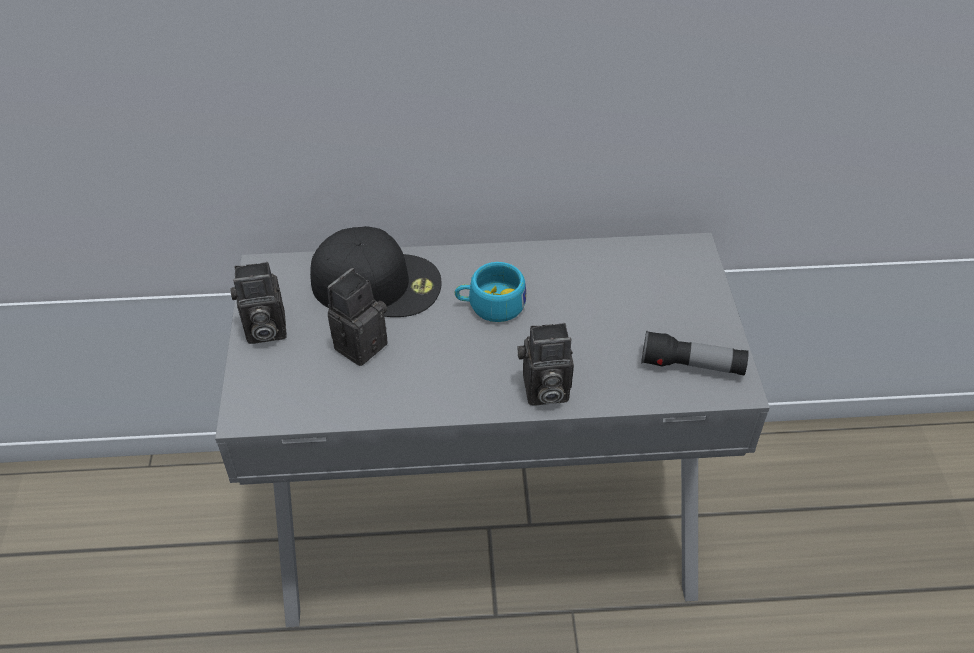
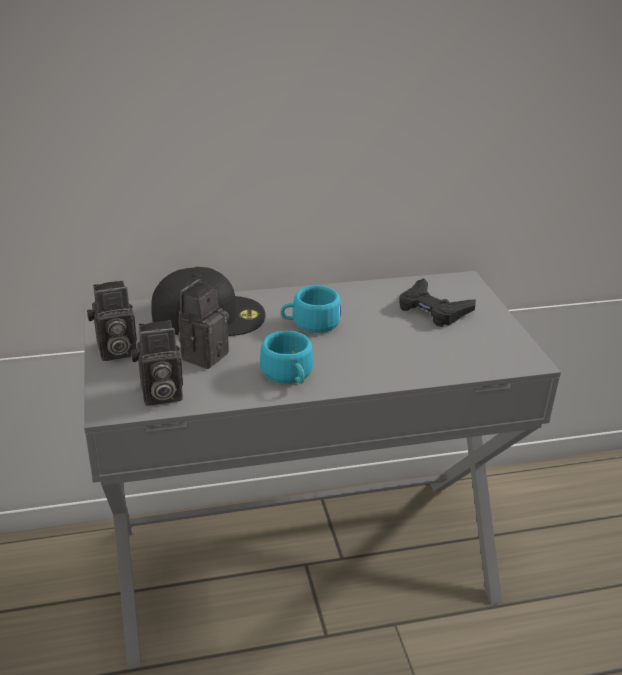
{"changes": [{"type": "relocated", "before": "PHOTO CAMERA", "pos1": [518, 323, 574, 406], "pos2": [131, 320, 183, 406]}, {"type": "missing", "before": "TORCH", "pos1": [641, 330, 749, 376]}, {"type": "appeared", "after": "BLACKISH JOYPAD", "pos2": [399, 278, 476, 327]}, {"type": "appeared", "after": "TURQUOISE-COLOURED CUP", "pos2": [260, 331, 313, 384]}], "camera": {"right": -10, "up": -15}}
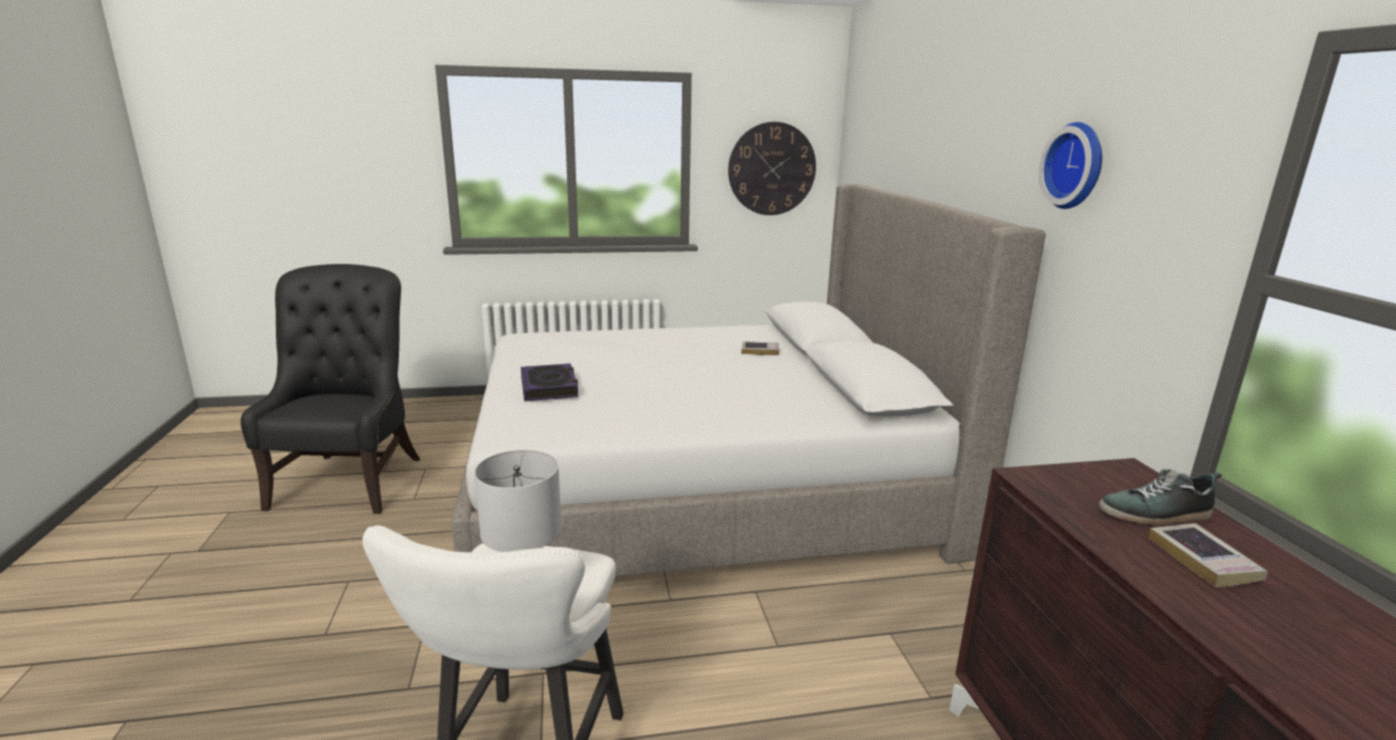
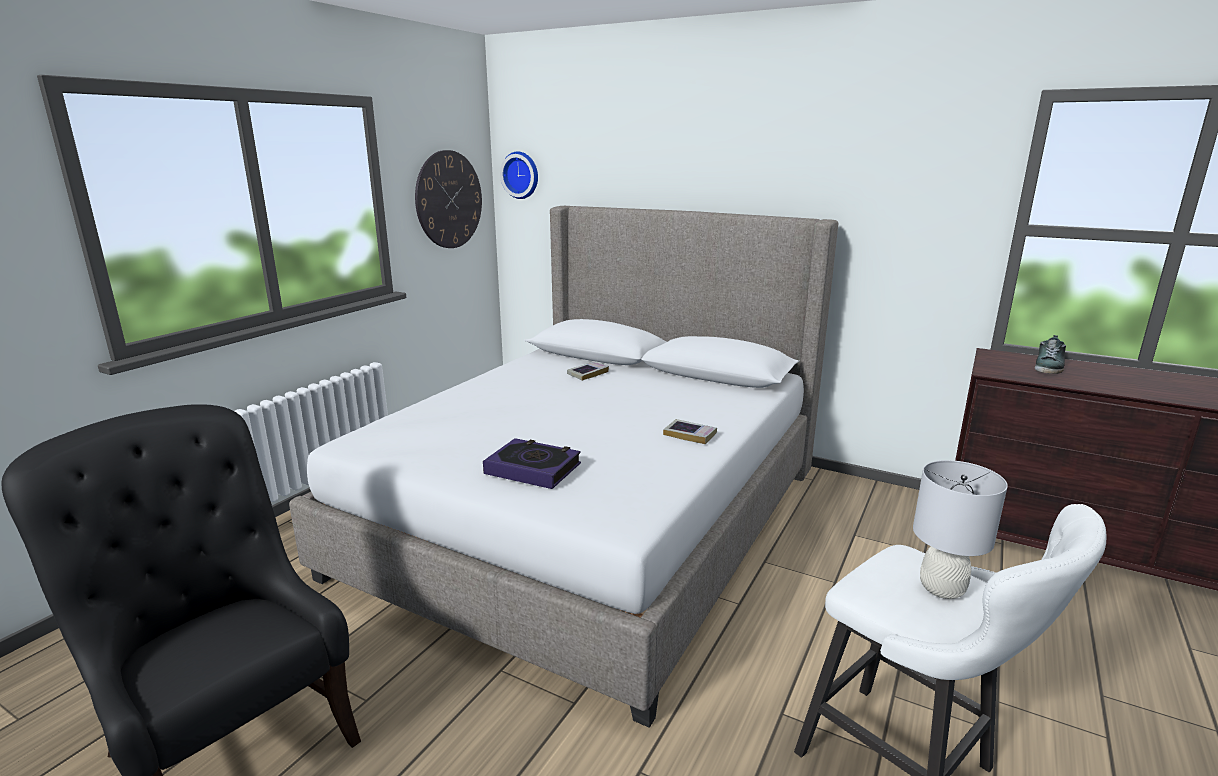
{"changes": [{"type": "relocated", "before": "HANGING CLOCK", "pos1": [1039, 122, 1102, 209], "pos2": [500, 151, 538, 199]}, {"type": "relocated", "before": "BOUND BOOK", "pos1": [1149, 523, 1268, 587], "pos2": [663, 419, 717, 444]}], "camera": {"right": -50, "up": 0}}
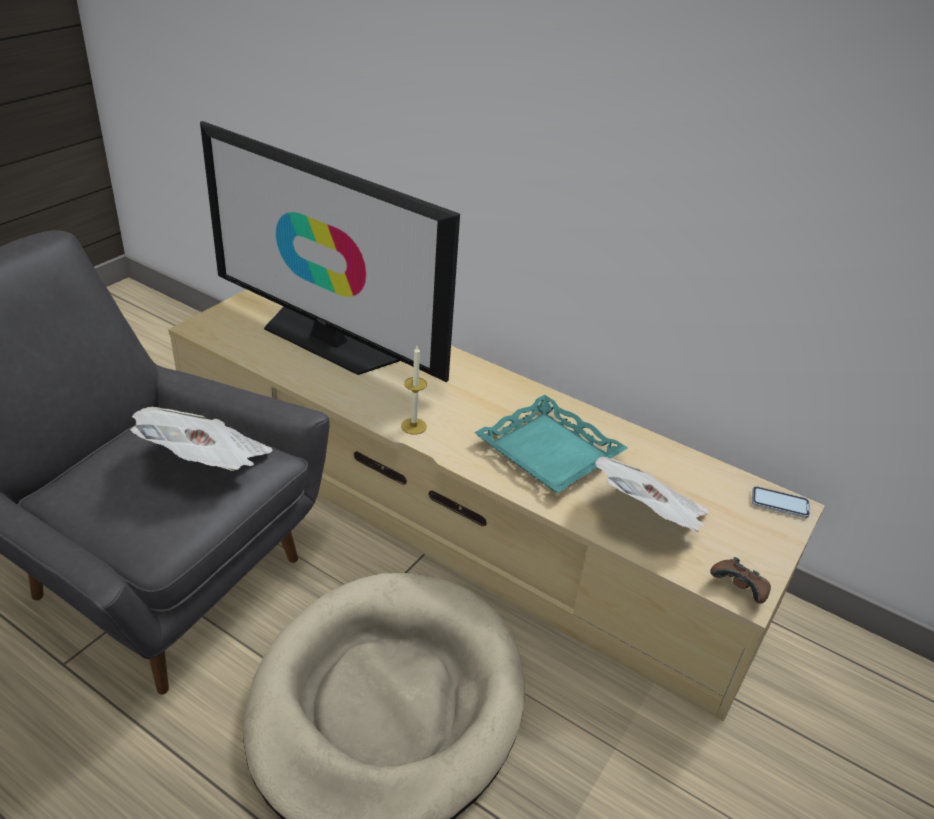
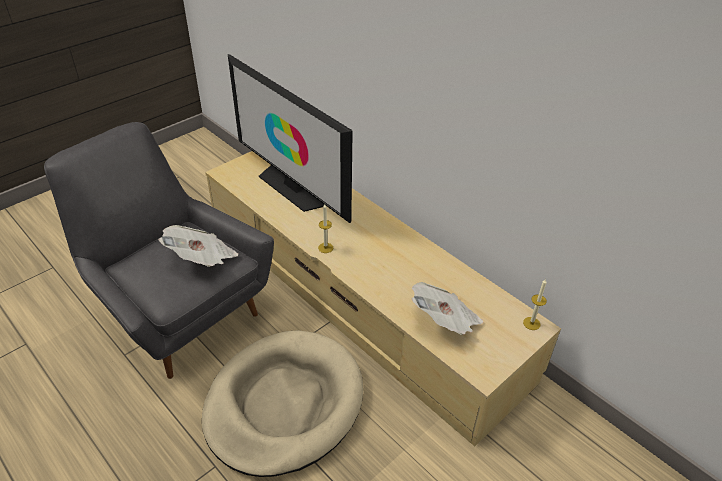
{"changes": [{"type": "missing", "before": "TURQUOISE-COLOURED TRAY", "pos1": [474, 395, 628, 493]}, {"type": "exchanged", "before": "HANDSET", "after": "WAX LIGHT", "pos1": [752, 486, 810, 518], "pos2": [523, 279, 547, 330]}, {"type": "missing", "before": "BROWNISH JOYPAD", "pos1": [710, 557, 771, 604]}], "camera": {"right": 15, "up": 5}}
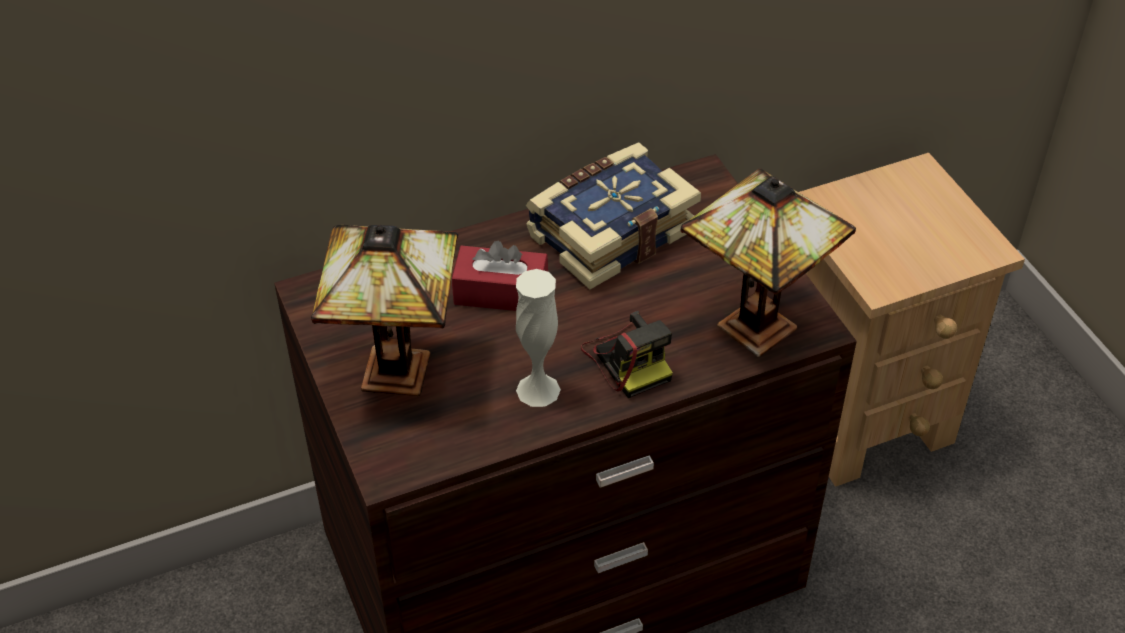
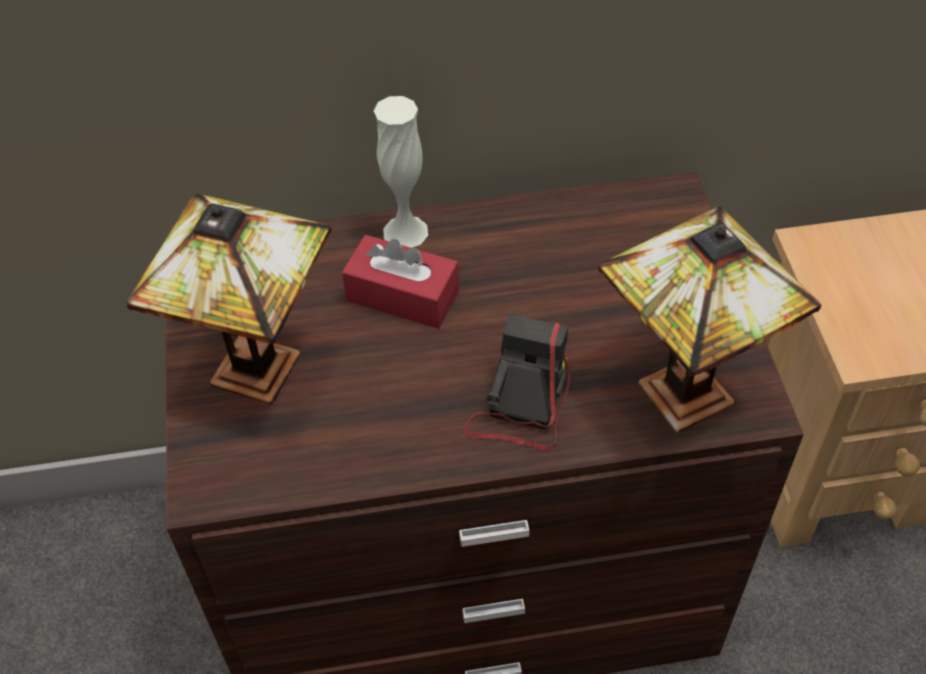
{"changes": [{"type": "missing", "before": "BOUND BOOK", "pos1": [526, 142, 701, 289]}, {"type": "relocated", "before": "WHITE-COLOURED DECORATIVE VASE", "pos1": [516, 269, 561, 407], "pos2": [374, 96, 428, 248]}, {"type": "spun", "before": "PHOTO CAMERA", "pos1": [581, 311, 673, 398], "pos2": [464, 314, 570, 451], "turn": -150}], "camera": {"right": 15, "up": 5}}
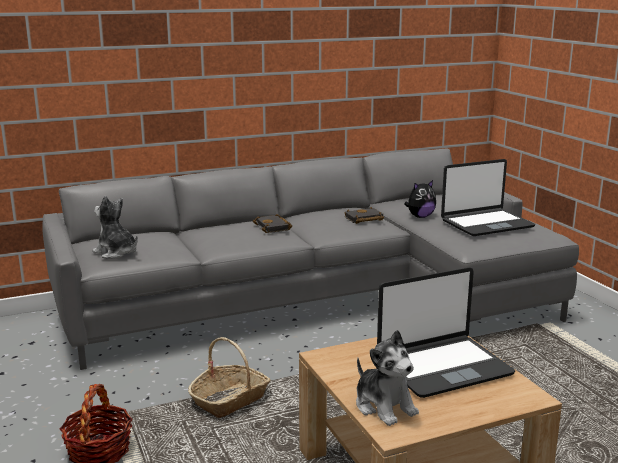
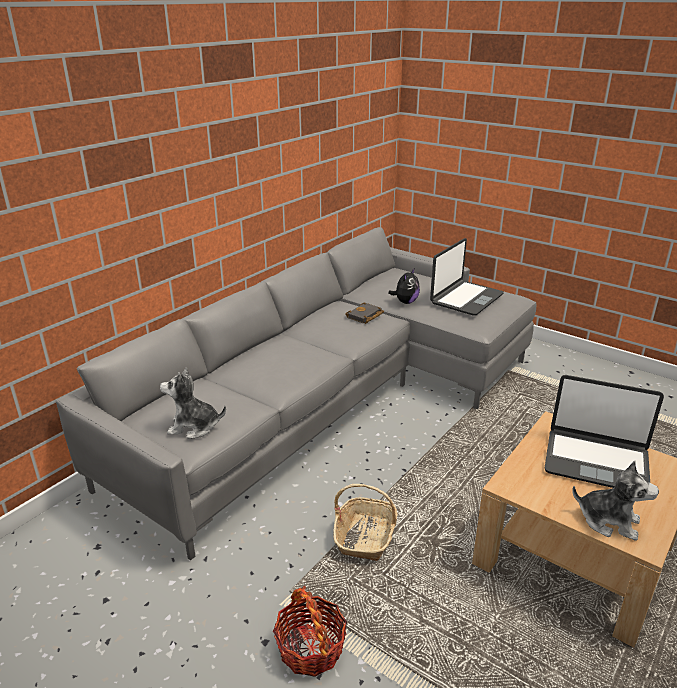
{"changes": [{"type": "missing", "before": "BLACKISH BOUND BOOK", "pos1": [253, 214, 292, 233]}, {"type": "spun", "before": "PORTABLE COMPUTER", "pos1": [377, 267, 515, 398], "pos2": [545, 375, 664, 488], "turn": 75}], "camera": {"right": -30, "up": 10}}
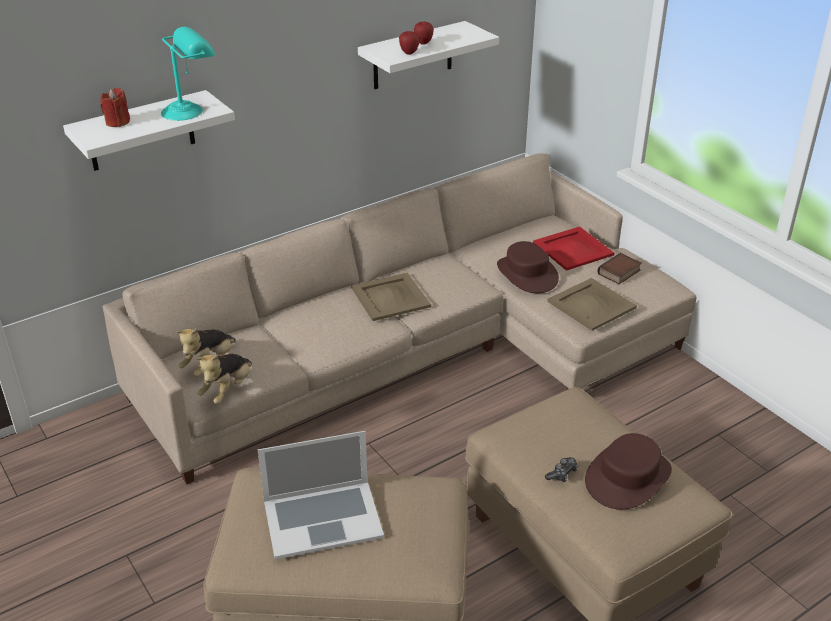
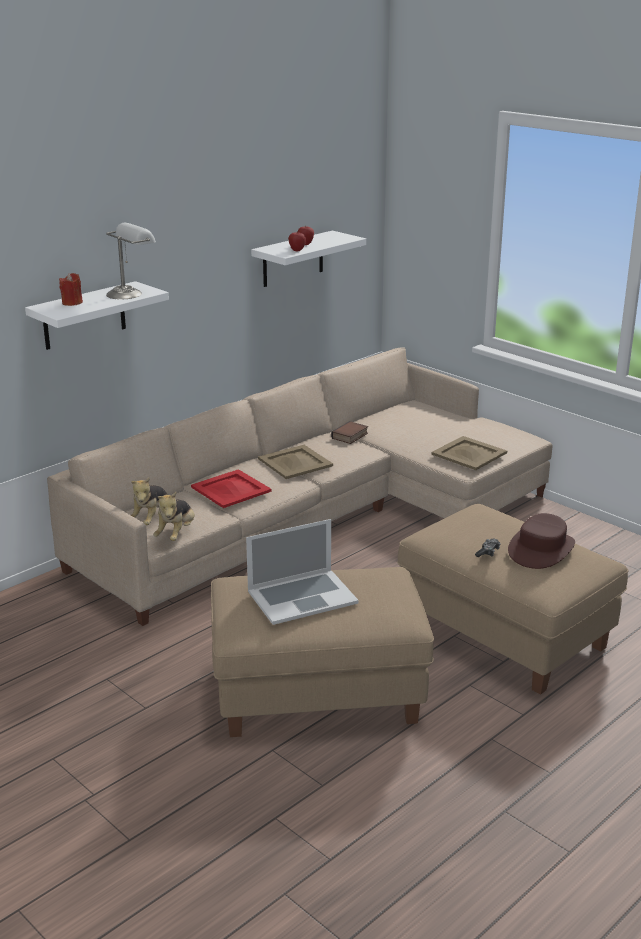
{"changes": [{"type": "colour", "before": "TURQUOISE-COLOURED TABLE LAMP", "after": "WHITE-COLOURED TABLE LAMP", "pos1": [161, 27, 215, 121], "pos2": [106, 223, 156, 299]}, {"type": "relocated", "before": "REDDISH TRAY", "pos1": [533, 227, 614, 271], "pos2": [191, 469, 271, 508]}, {"type": "missing", "before": "BROWNISH CLOTHING HAT", "pos1": [497, 241, 559, 293]}, {"type": "relocated", "before": "BOUND BOOK", "pos1": [598, 253, 642, 284], "pos2": [331, 421, 368, 444]}], "camera": {"right": -10, "up": -10}}
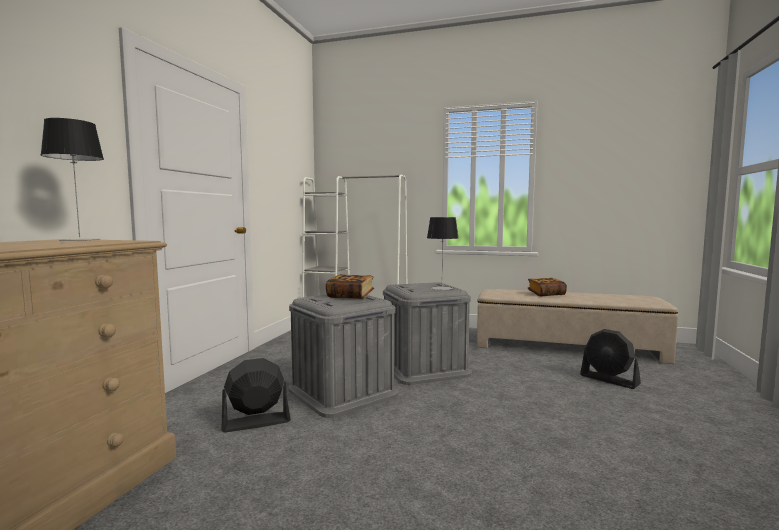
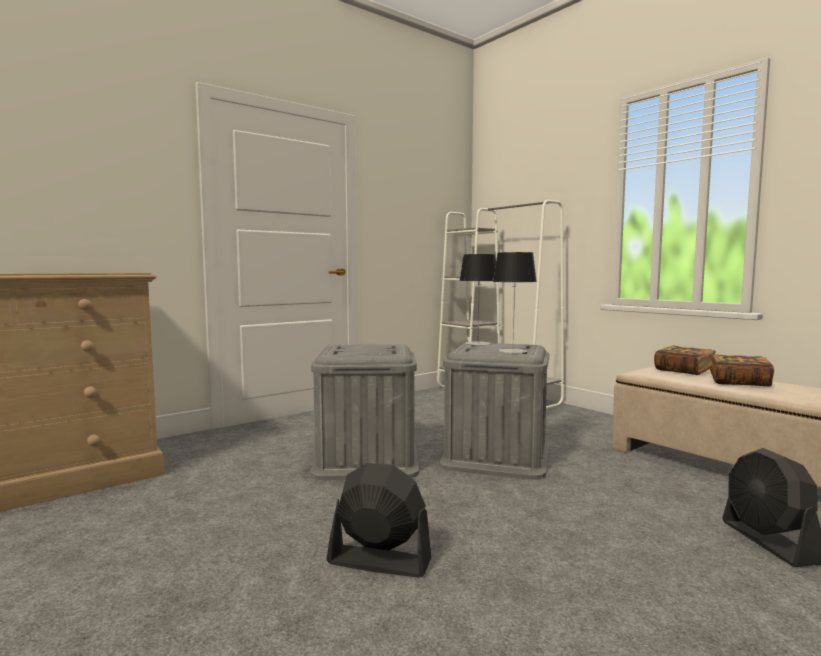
{"changes": [{"type": "relocated", "before": "TABLE LAMP", "pos1": [40, 118, 104, 241], "pos2": [459, 254, 496, 346]}, {"type": "relocated", "before": "BOUND BOOK", "pos1": [326, 274, 374, 299], "pos2": [654, 346, 716, 375]}, {"type": "relocated", "before": "BLACKISH FAN", "pos1": [221, 358, 291, 432], "pos2": [326, 463, 431, 578]}], "camera": {"right": 35, "up": 0}}
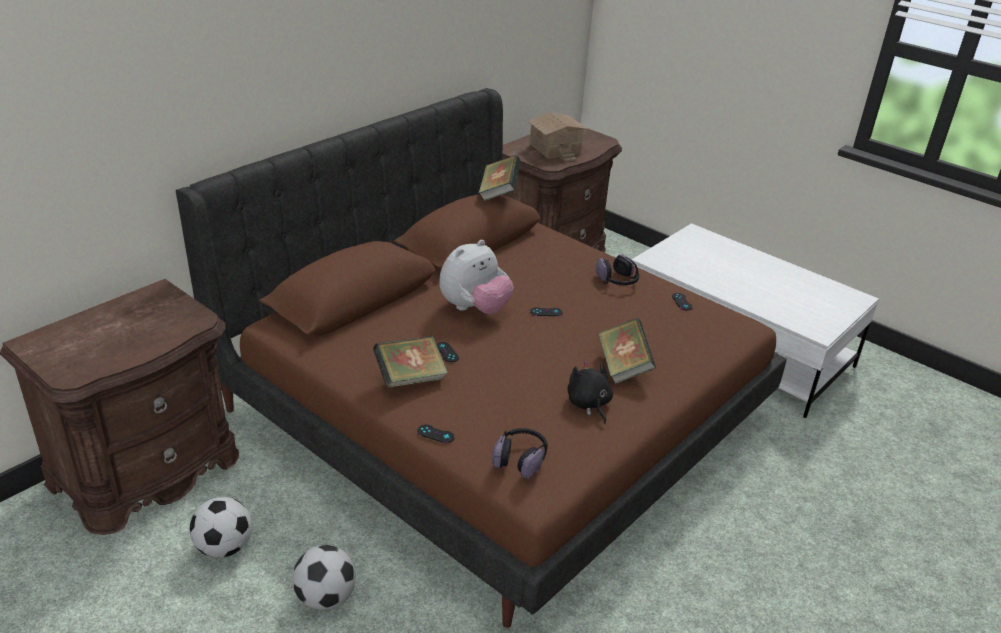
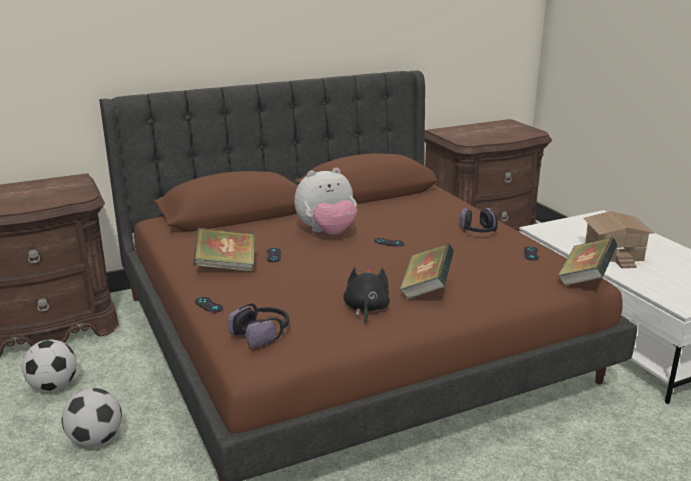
{"changes": [{"type": "relocated", "before": "MODEL HOUSE", "pos1": [528, 113, 587, 162], "pos2": [583, 211, 654, 268]}, {"type": "relocated", "before": "BOUND BOOK", "pos1": [479, 155, 521, 201], "pos2": [558, 238, 617, 286]}], "camera": {"right": 25, "up": -10}}
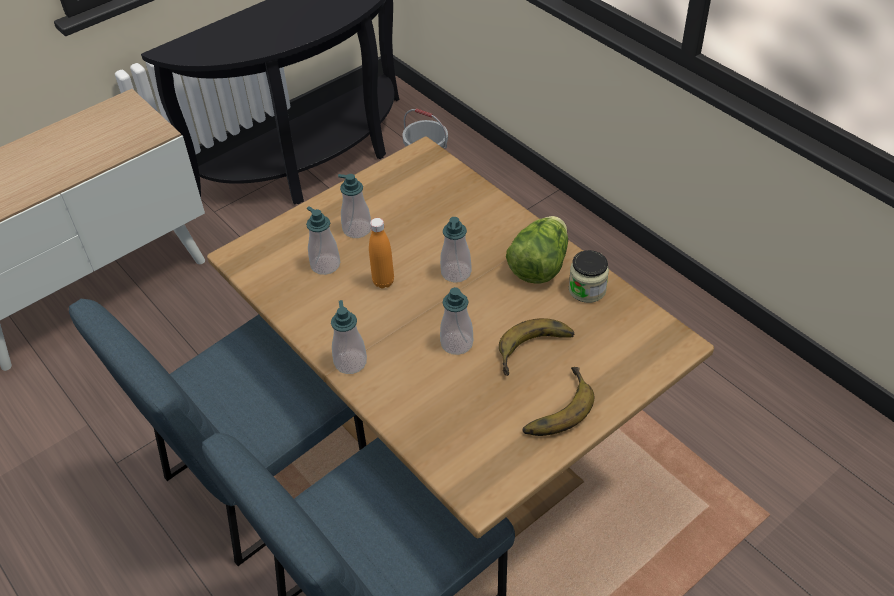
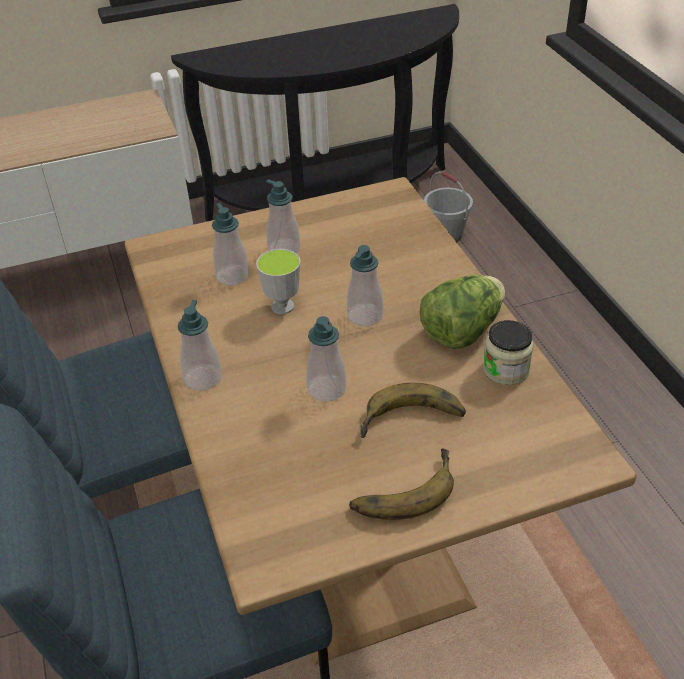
{"changes": [{"type": "exchanged", "before": "ORANGE BOTTLE", "after": "CUP", "pos1": [369, 218, 394, 288], "pos2": [256, 249, 300, 314]}], "camera": {"right": 20, "up": -5}}
